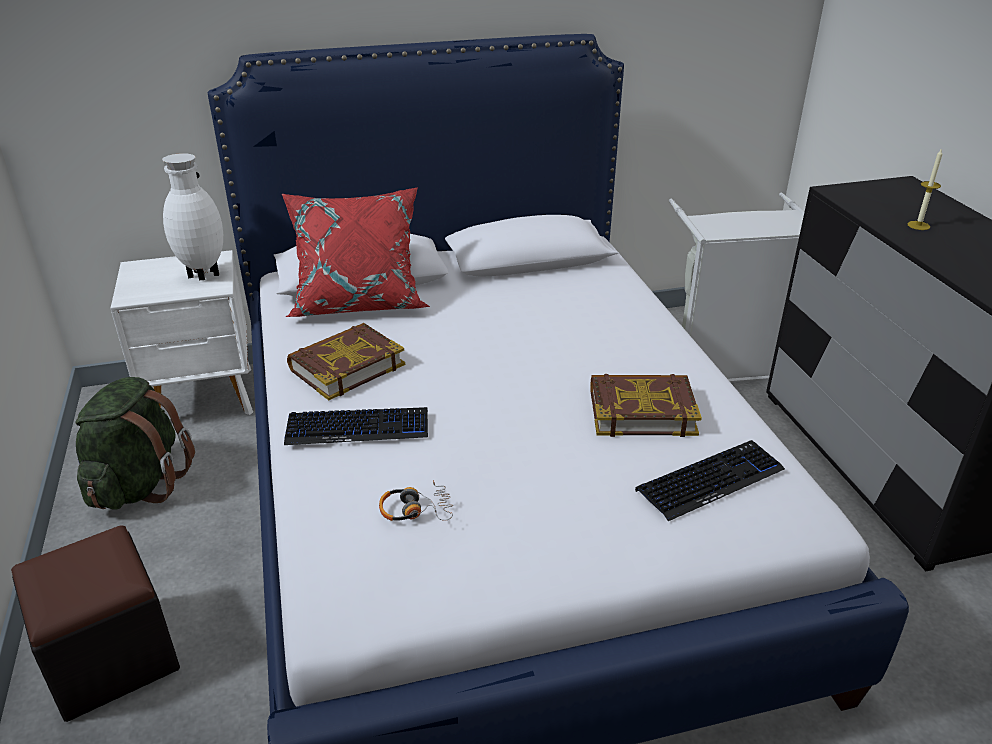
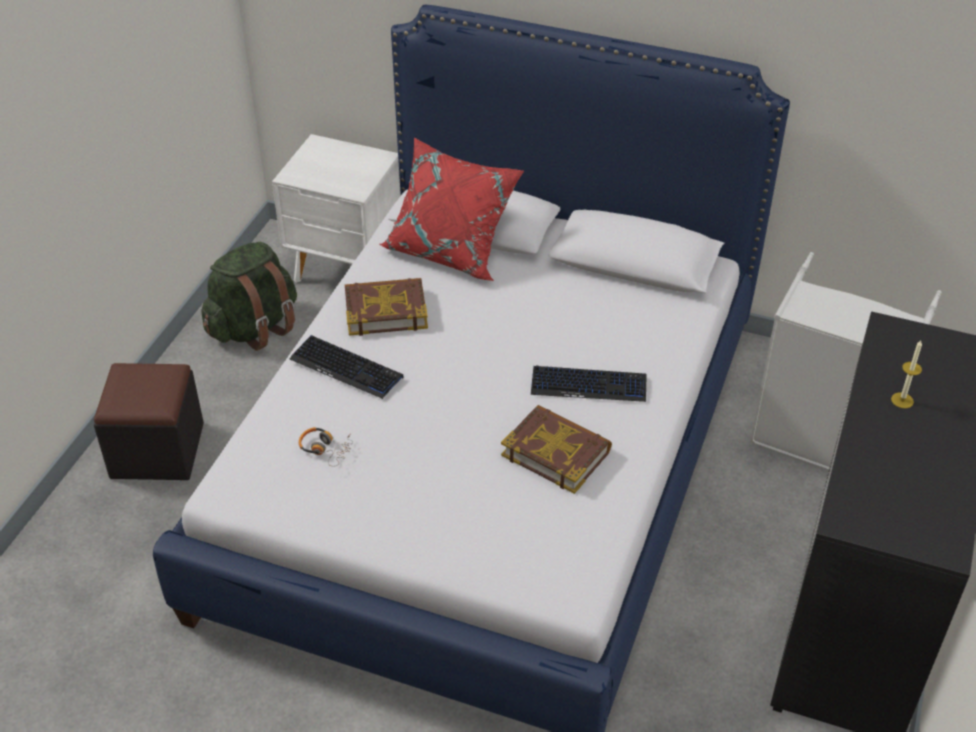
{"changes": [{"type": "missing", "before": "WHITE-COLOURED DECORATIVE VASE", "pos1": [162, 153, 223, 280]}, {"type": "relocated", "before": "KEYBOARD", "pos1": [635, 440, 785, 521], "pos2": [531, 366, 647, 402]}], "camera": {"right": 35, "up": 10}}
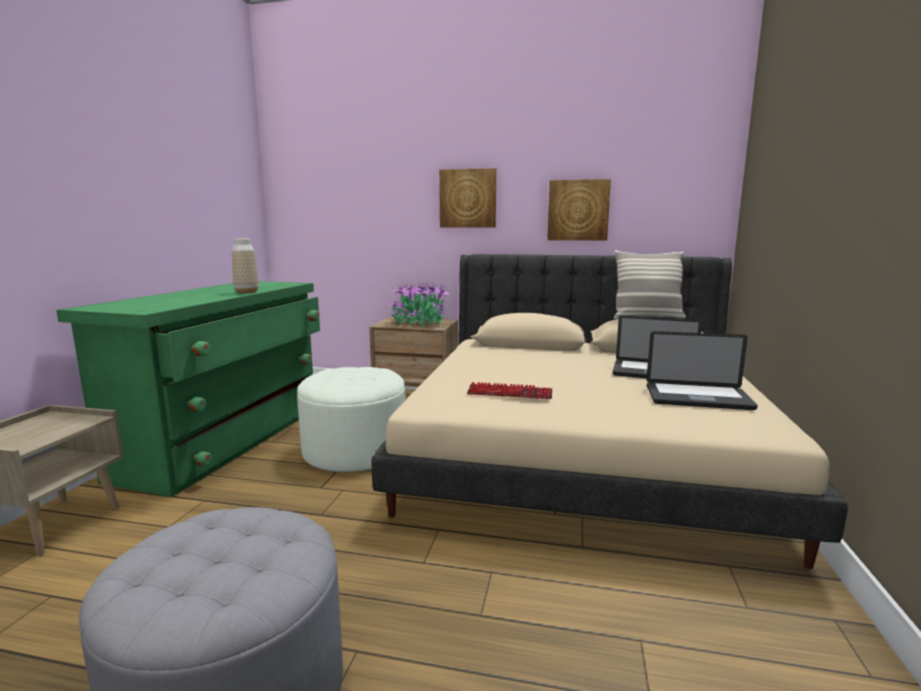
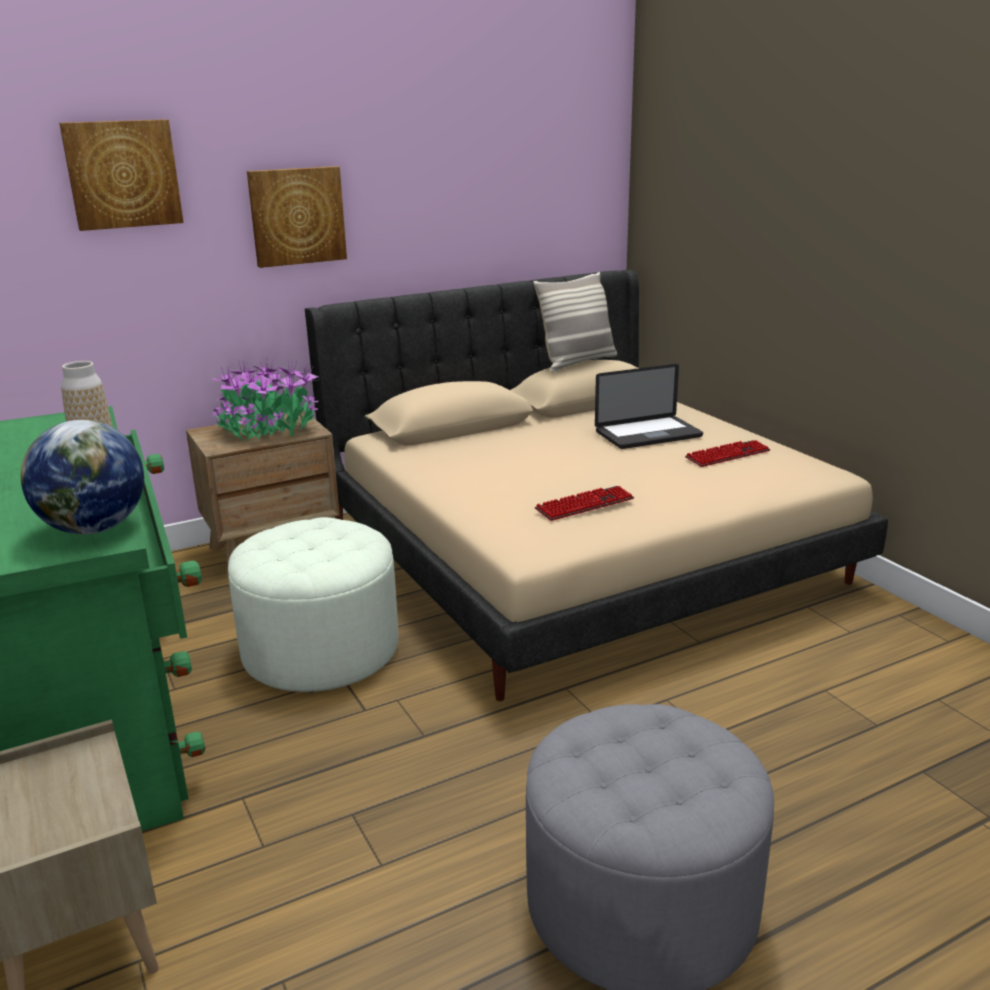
{"changes": [{"type": "relocated", "before": "WALL PICTURE", "pos1": [547, 179, 611, 240], "pos2": [59, 119, 184, 231]}, {"type": "exchanged", "before": "PORTABLE COMPUTER", "after": "KEYBOARD", "pos1": [647, 331, 758, 410], "pos2": [685, 440, 770, 467]}, {"type": "appeared", "after": "DESK GLOBE", "pos2": [21, 420, 144, 534]}], "camera": {"right": -40, "up": 10}}
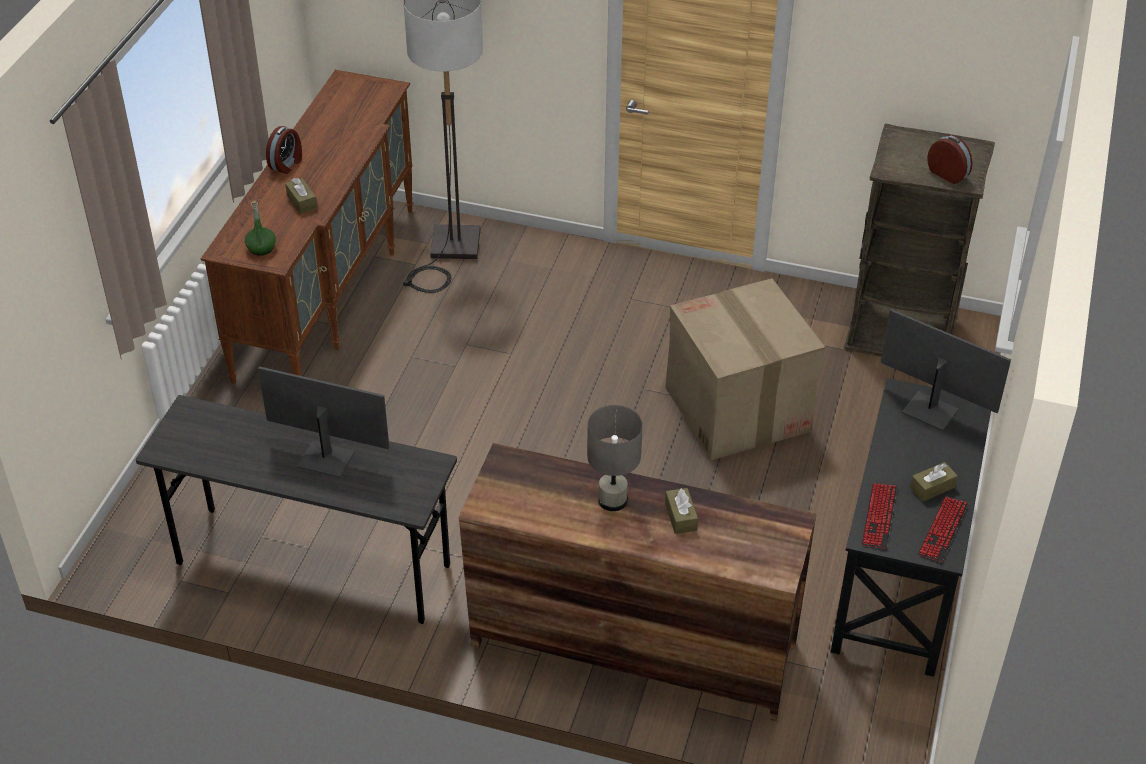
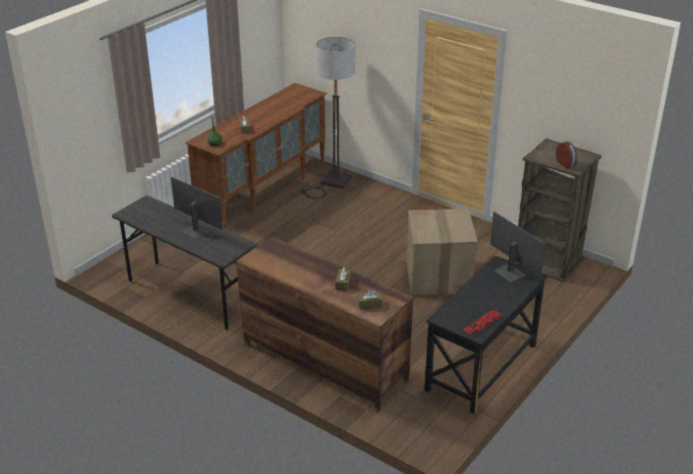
{"changes": [{"type": "missing", "before": "TABLE CLOCK", "pos1": [266, 126, 302, 174]}, {"type": "missing", "before": "GREY TABLE LAMP", "pos1": [587, 405, 642, 511]}, {"type": "relocated", "before": "BROWNISH TISSUE HOLDER", "pos1": [910, 462, 958, 502], "pos2": [357, 289, 383, 309]}, {"type": "missing", "before": "KEYBOARD", "pos1": [861, 483, 897, 549]}], "camera": {"right": 20, "up": -10}}
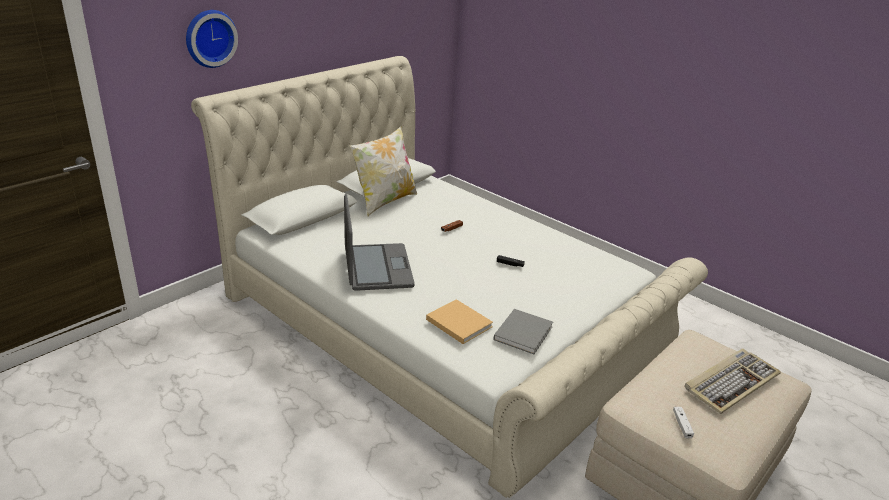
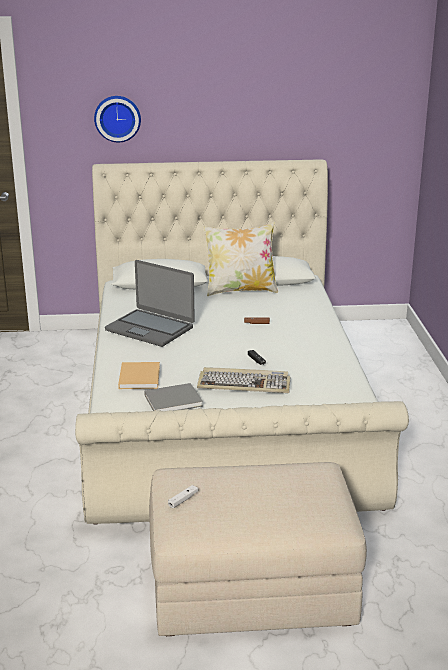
{"changes": [{"type": "spun", "before": "PORTABLE COMPUTER", "pos1": [344, 194, 415, 291], "pos2": [105, 260, 195, 347], "turn": 90}, {"type": "relocated", "before": "KEYBOARD", "pos1": [685, 348, 781, 414], "pos2": [197, 367, 290, 393]}], "camera": {"right": 45, "up": -5}}
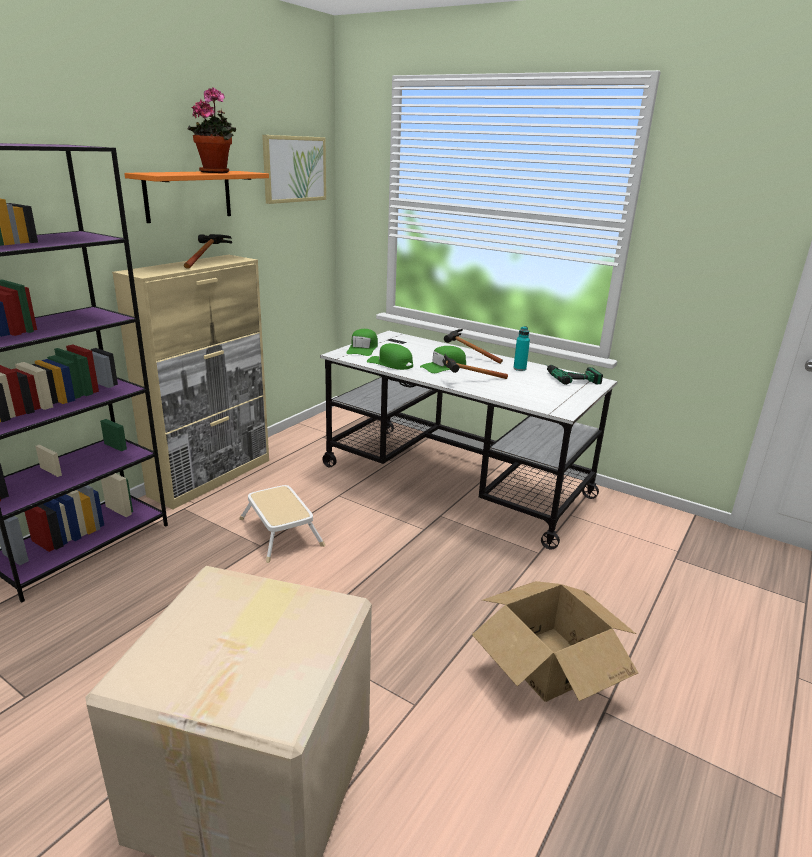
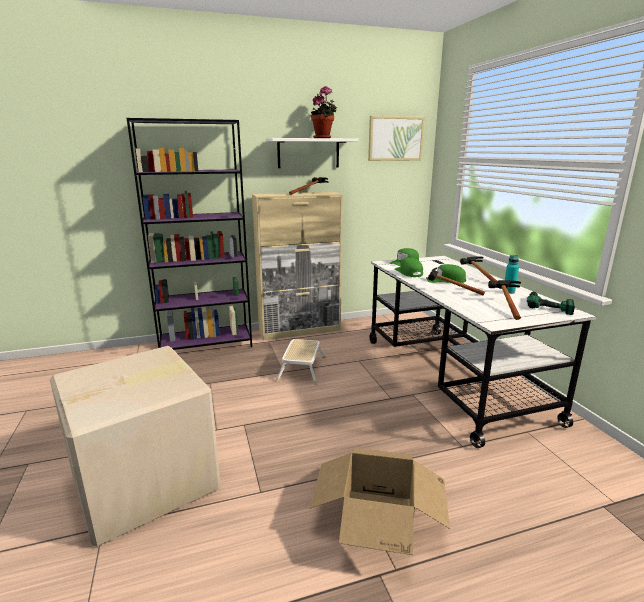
{"changes": [{"type": "colour", "before": "ORANGE SHELF", "after": "WHITE-COLOURED SHELF", "pos1": [124, 171, 269, 223], "pos2": [267, 138, 358, 168]}, {"type": "appeared", "after": "TOOL HAMMER", "pos2": [488, 280, 521, 320]}], "camera": {"right": 40, "up": -5}}
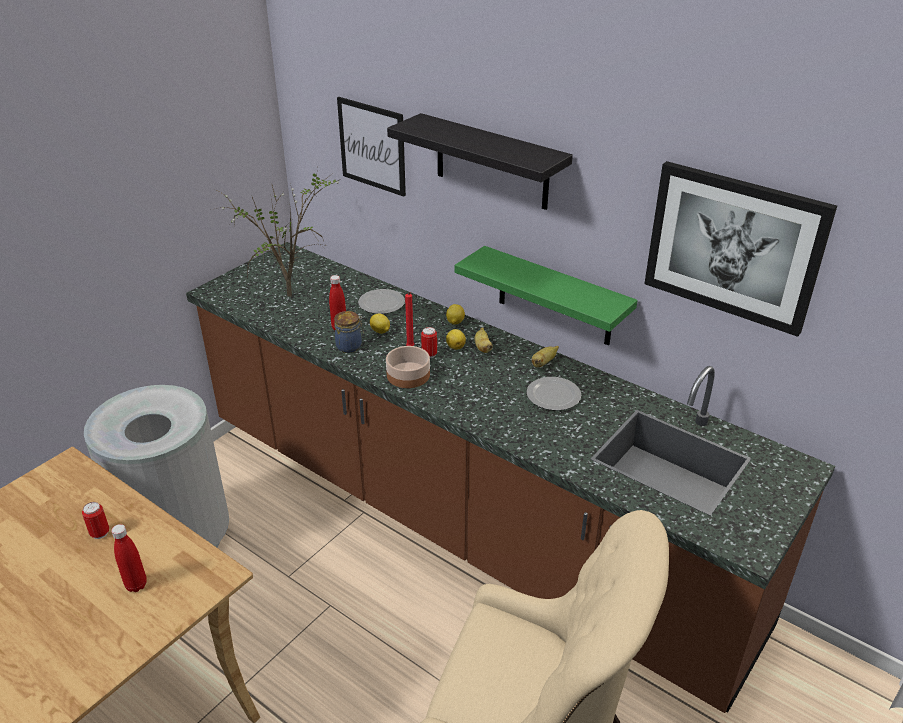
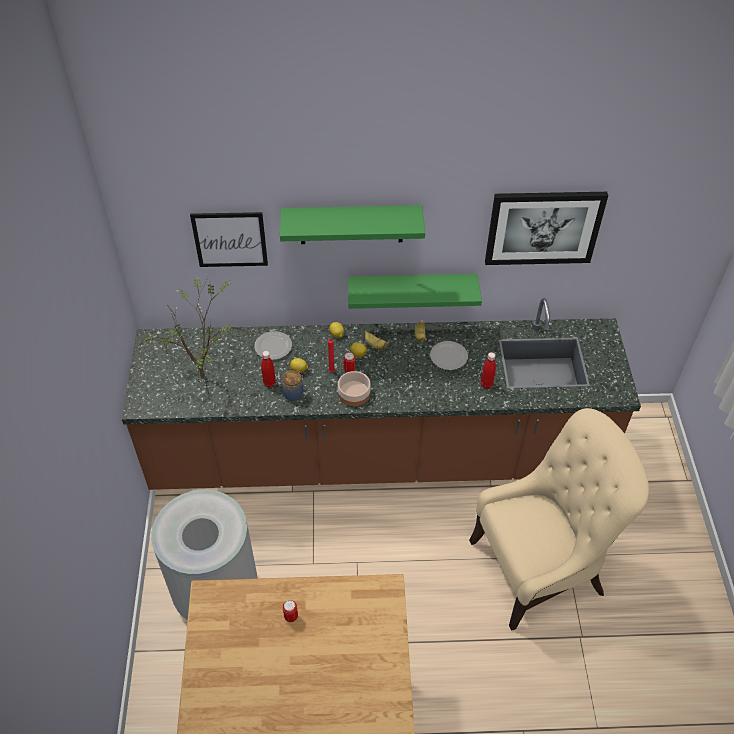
{"changes": [{"type": "colour", "before": "BLACKISH SHELF", "after": "GREEN SHELF", "pos1": [387, 113, 573, 210], "pos2": [280, 205, 425, 244]}, {"type": "relocated", "before": "REDDISH BOTTLE", "pos1": [111, 524, 147, 592], "pos2": [481, 352, 496, 389]}], "camera": {"right": -40, "up": 15}}
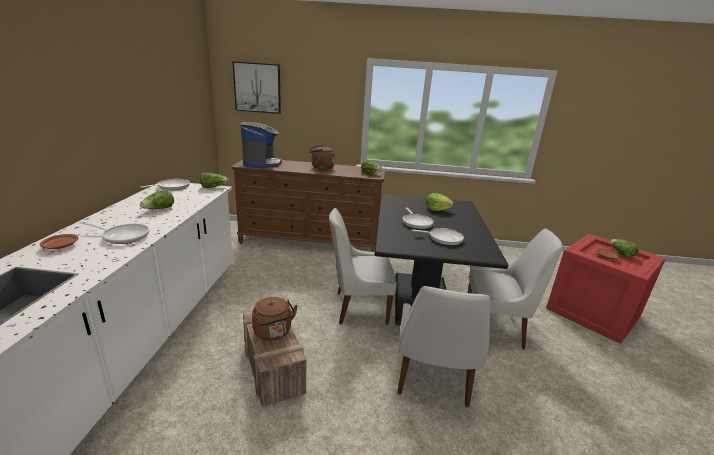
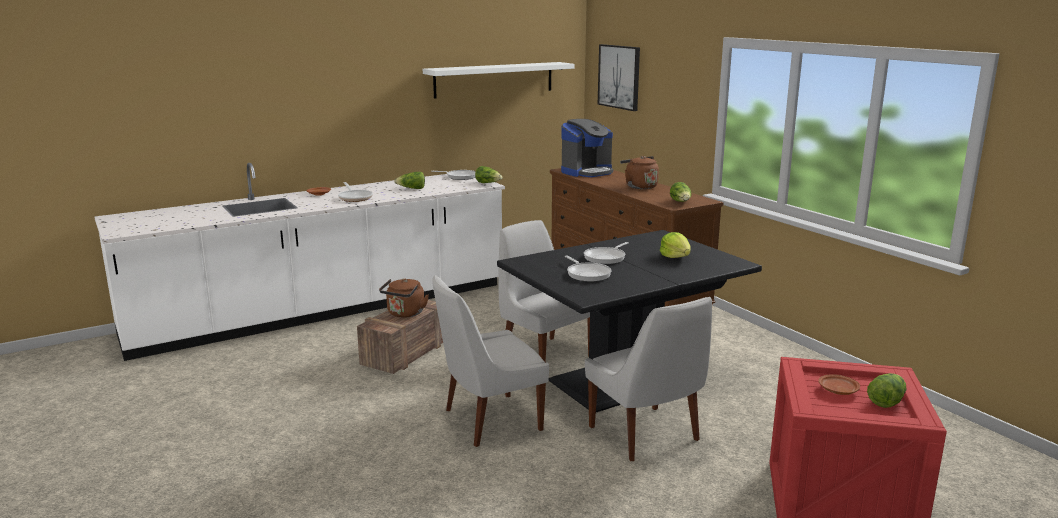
{"changes": [{"type": "appeared", "after": "WHITE-COLOURED SHELF", "pos2": [423, 62, 574, 99]}], "camera": {"right": 55, "up": -5}}
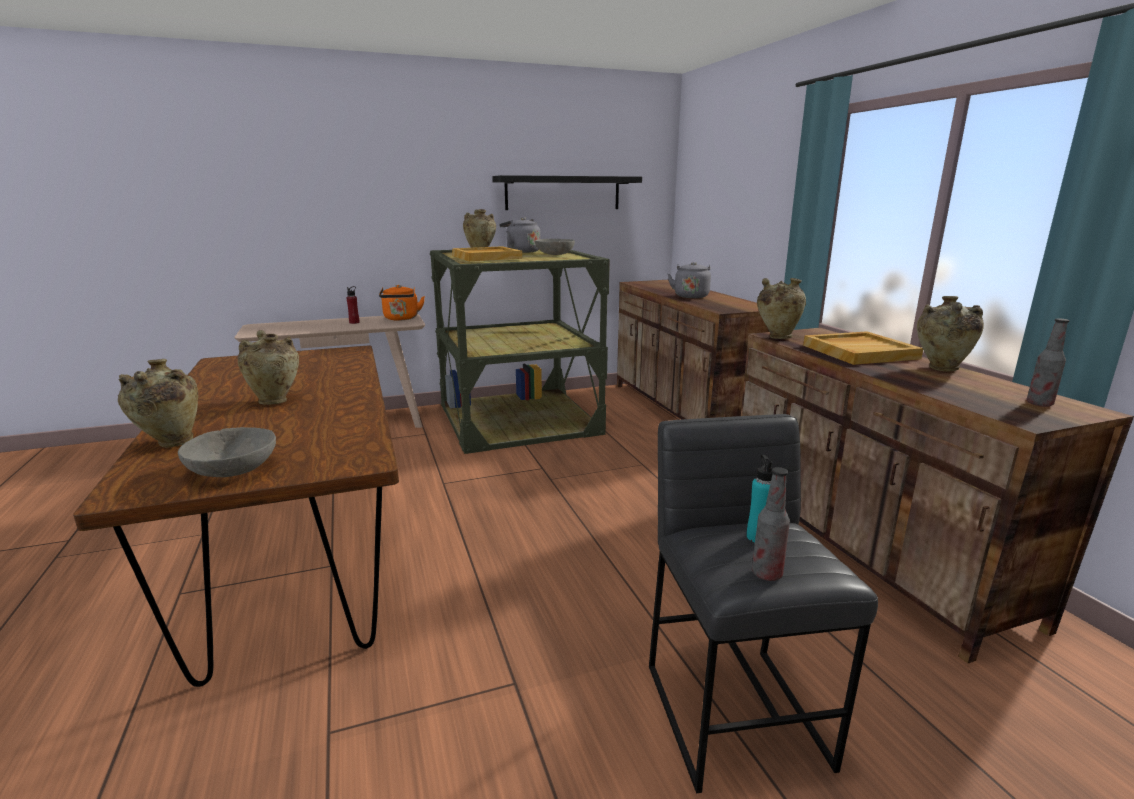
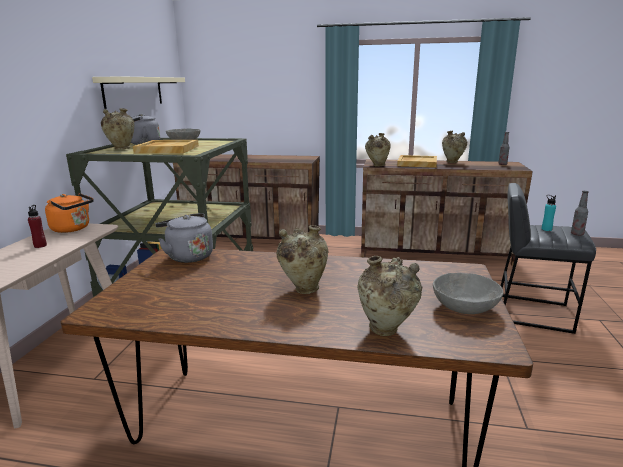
{"changes": [{"type": "colour", "before": "BLACKISH SHELF", "after": "SAND-COLOURED SHELF", "pos1": [492, 175, 642, 210], "pos2": [92, 76, 185, 109]}, {"type": "relocated", "before": "GREY KETTLE", "pos1": [668, 262, 711, 298], "pos2": [156, 213, 213, 263]}], "camera": {"right": -60, "up": 0}}
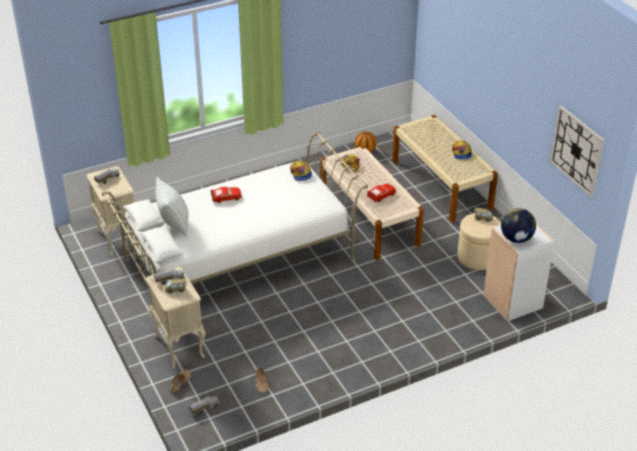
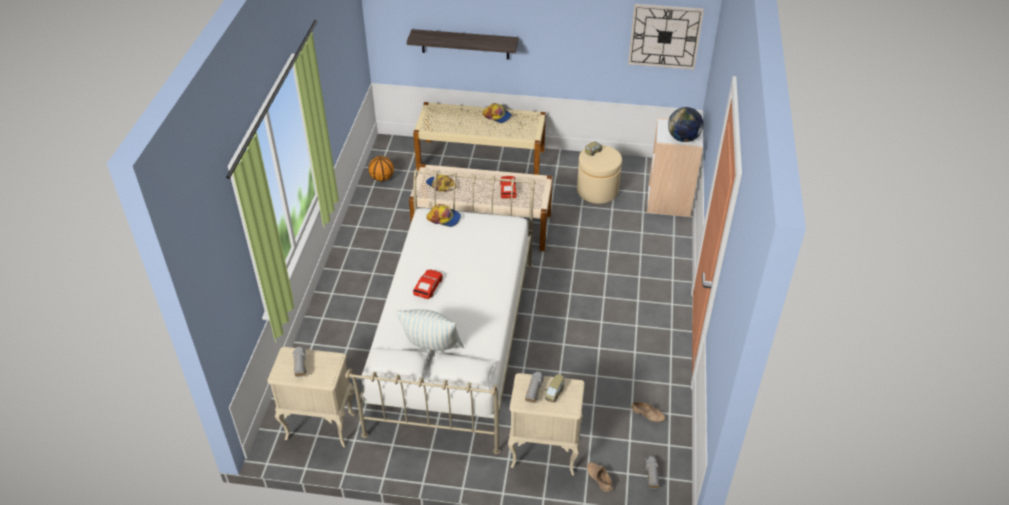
{"changes": [{"type": "appeared", "after": "SHELF", "pos2": [407, 29, 519, 60]}], "camera": {"right": -55, "up": 5}}
